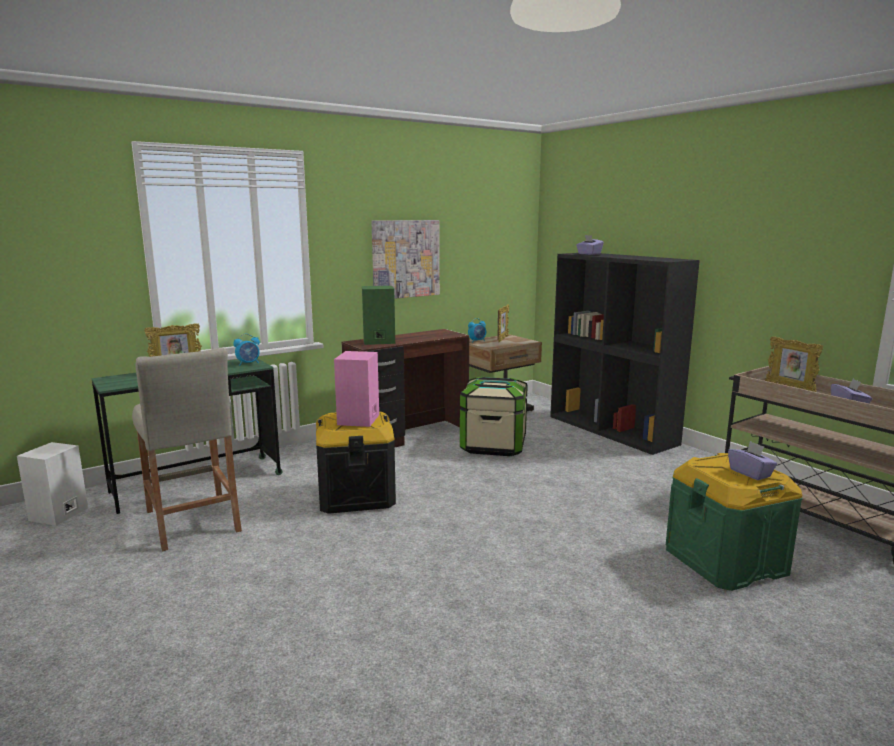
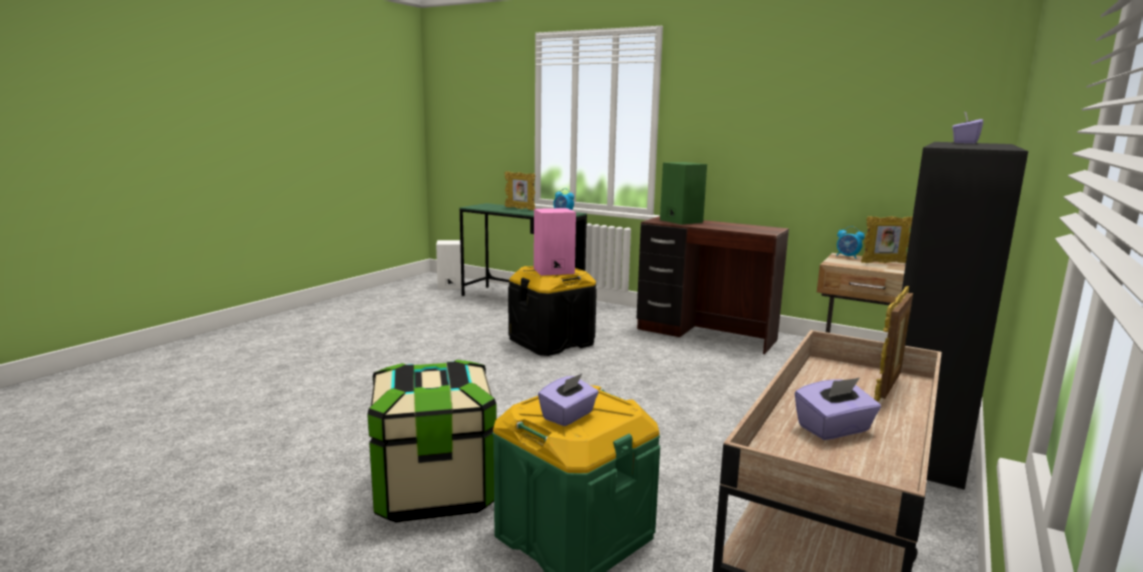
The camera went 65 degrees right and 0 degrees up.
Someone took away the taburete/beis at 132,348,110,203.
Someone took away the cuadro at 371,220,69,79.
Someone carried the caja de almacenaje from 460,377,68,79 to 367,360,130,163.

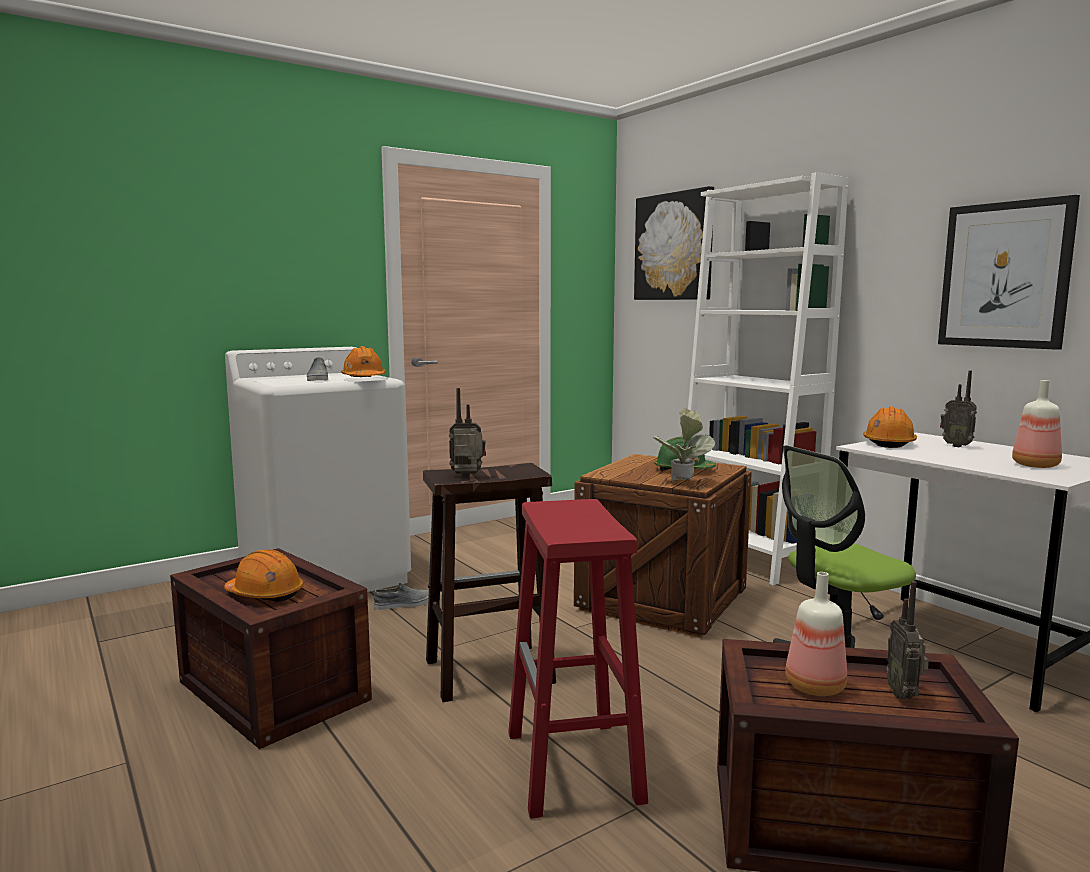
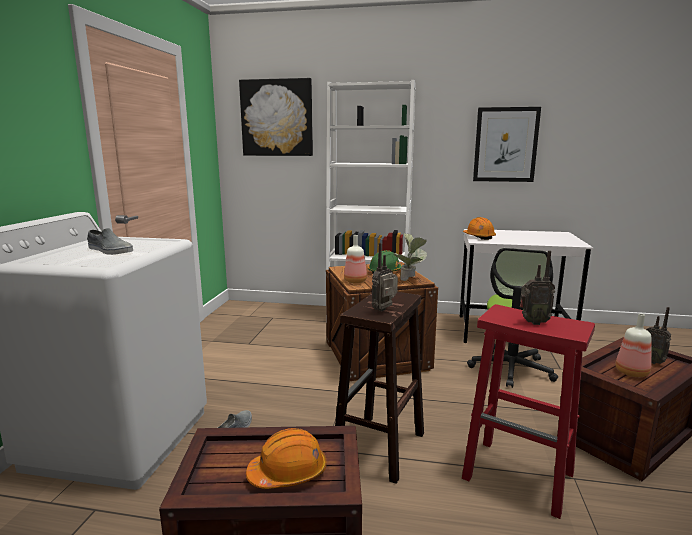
The camera went 45 degrees left and 5 degrees up.
Someone took away the casco/naranja at 341,346,45,31.
Someone carried the radio from 940,371,37,76 to 520,251,35,74.
Someone carried the botella from 1012,380,50,88 to 344,235,23,48.

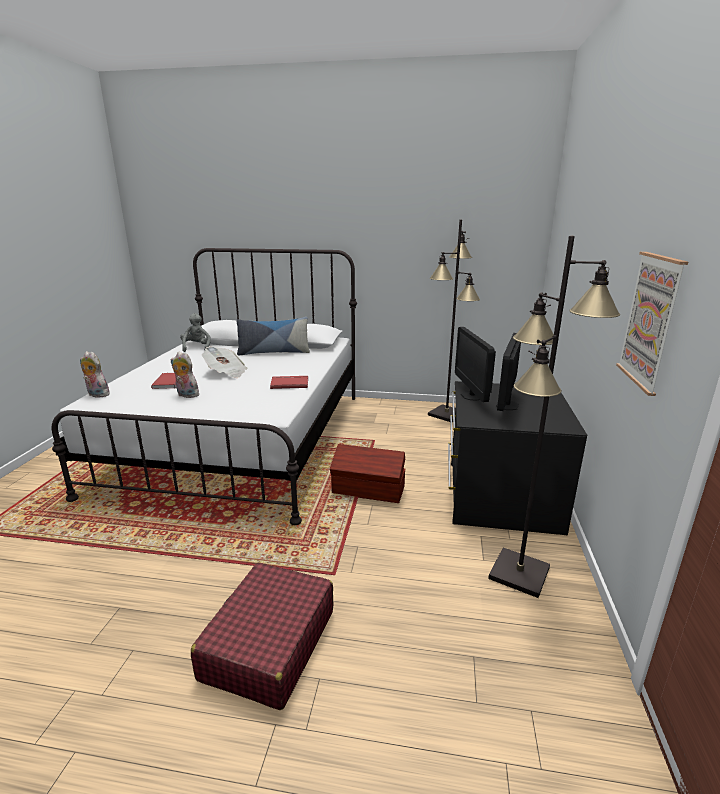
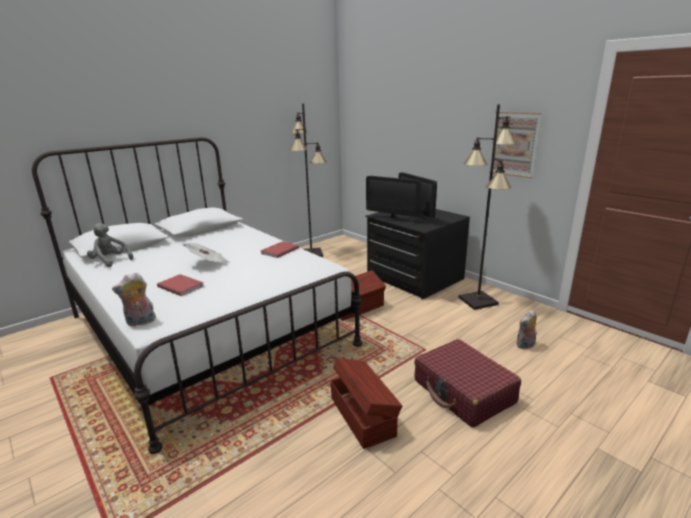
The camera went 50 degrees left and 0 degrees up.
Someone took away the cojín at 236,317,74,38.
Someone put down the caja de almacenaje/marrón at 331,358,71,91.
Someone carried the peluche from 171,352,28,46 to 516,310,21,39.

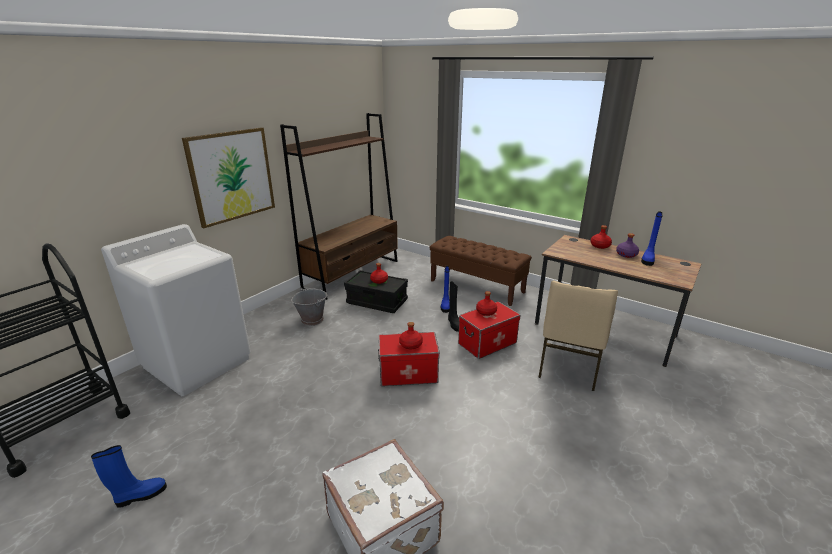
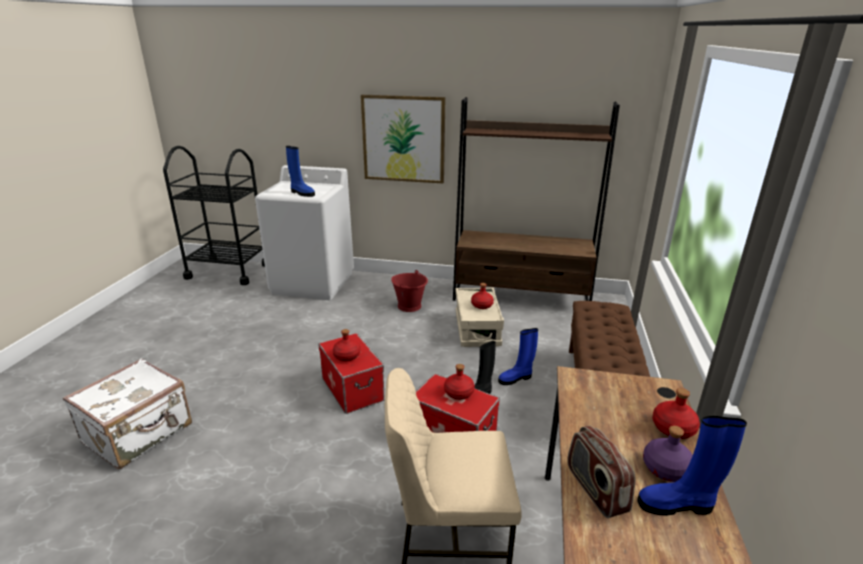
The camera went 65 degrees right and 0 degrees up.
Someone put down the radio at 567,426,68,92.
Someone carried the bota/azul from 91,445,76,63 to 286,146,29,51.
Someone repainted the cubo/gris at 291,288,36,38, which became the cubo/rojo at 391,270,37,42.
Someone repainted the caja de almacenaje/negro at 344,270,64,43, which became the caja de almacenaje/beis at 455,288,49,59.

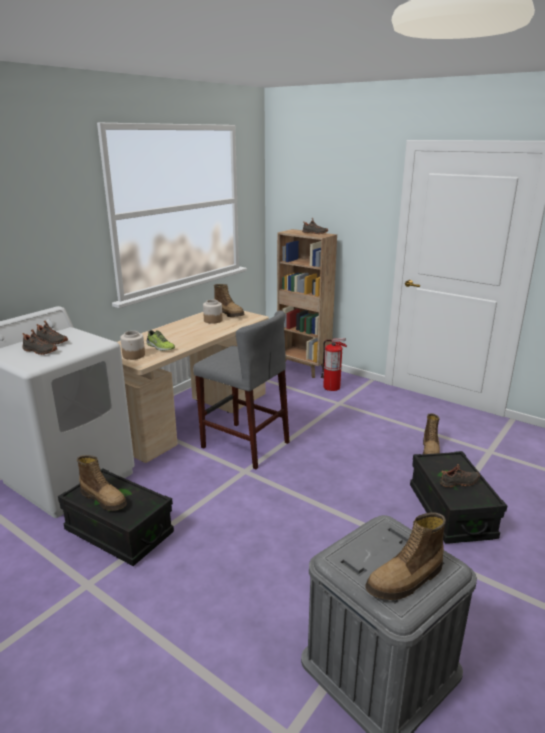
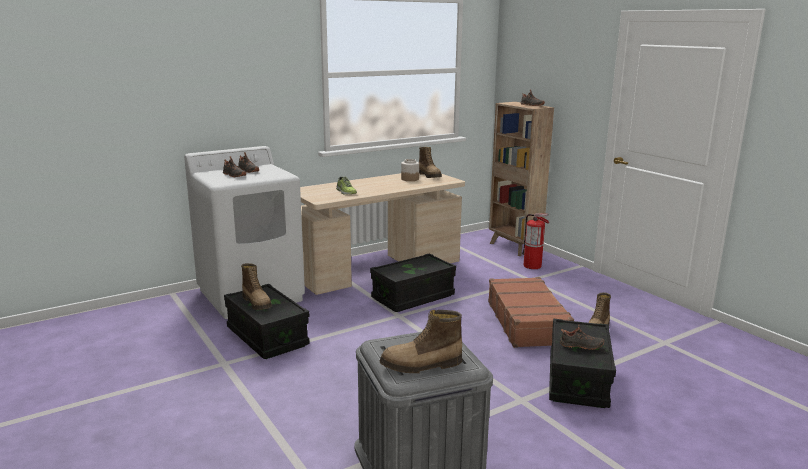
The camera went 20 degrees right and 5 degrees down.
Someone took away the tarro at 120,331,25,29.
Someone put down the maleta/marrón at 488,277,86,71.
Someone swapped the taburete/gris at 193,310,96,159 for the caja de almacenaje/negro at 370,253,86,59.

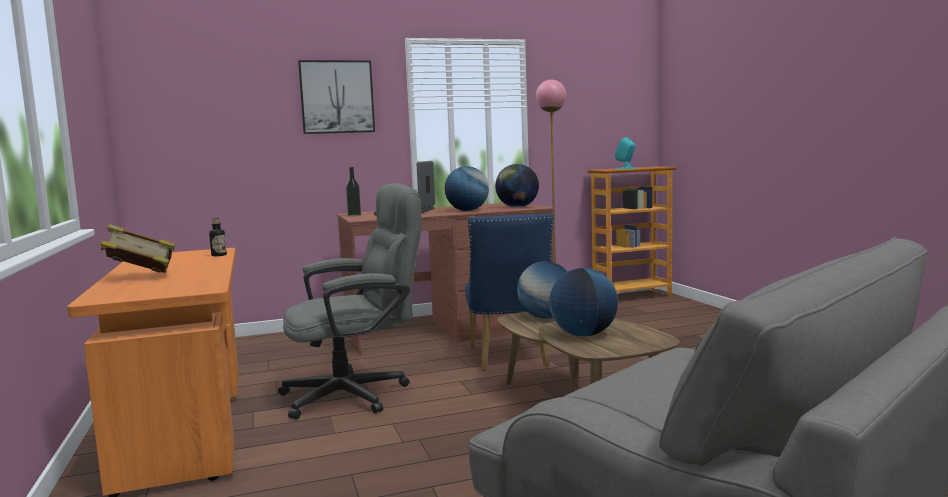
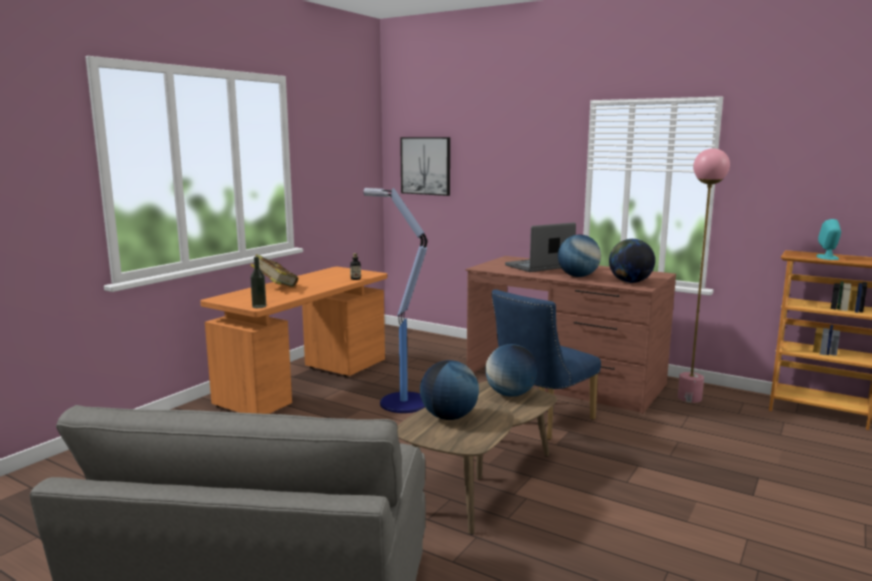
The camera went 50 degrees right and 5 degrees up.
Someone carried the cuadro from 298,60,77,74 to 400,137,50,59.
Someone carried the botella from 346,167,15,49 to 250,257,16,51.
Someone swapped the silla de oficina/gris at 278,183,143,237 for the lámpara de pie at 364,188,63,225.

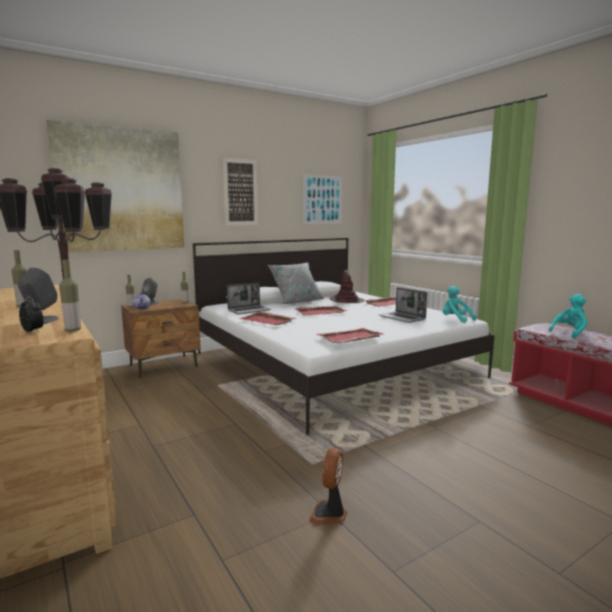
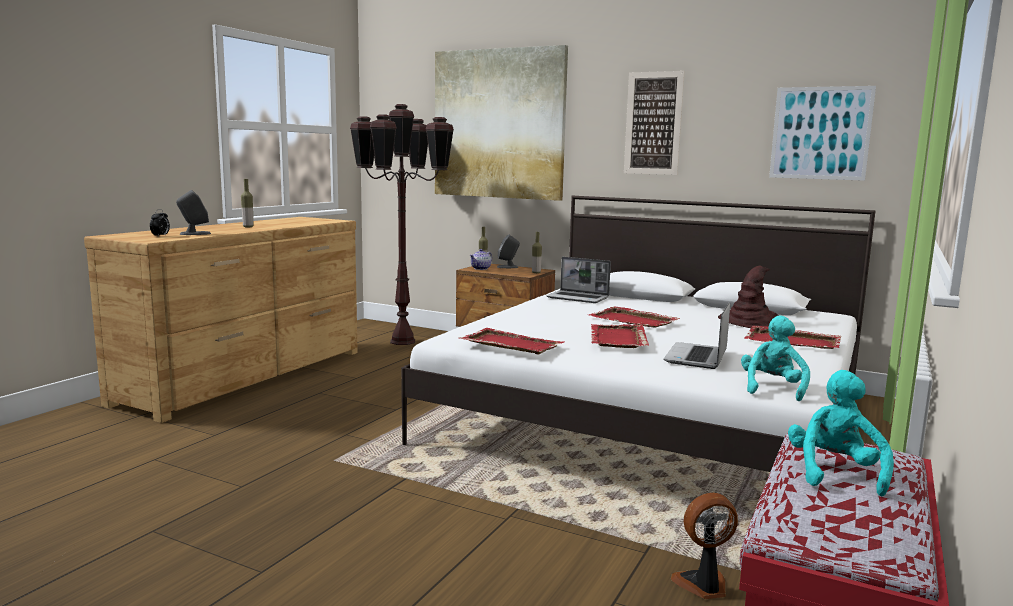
The camera went 60 degrees right and 0 degrees up.
Someone took away the botella at 59,260,22,72.
Someone took away the cojín/gris at 268,262,57,42.
Someone carried the bandeja/rojo from 238,312,58,13 to 591,324,58,24.
Someone carried the ventilador from 309,448,38,77 to 671,493,67,106.
Someone rotated the peluche/turquesa at 548,294,39,44 by 105 degrees counterclockwise.

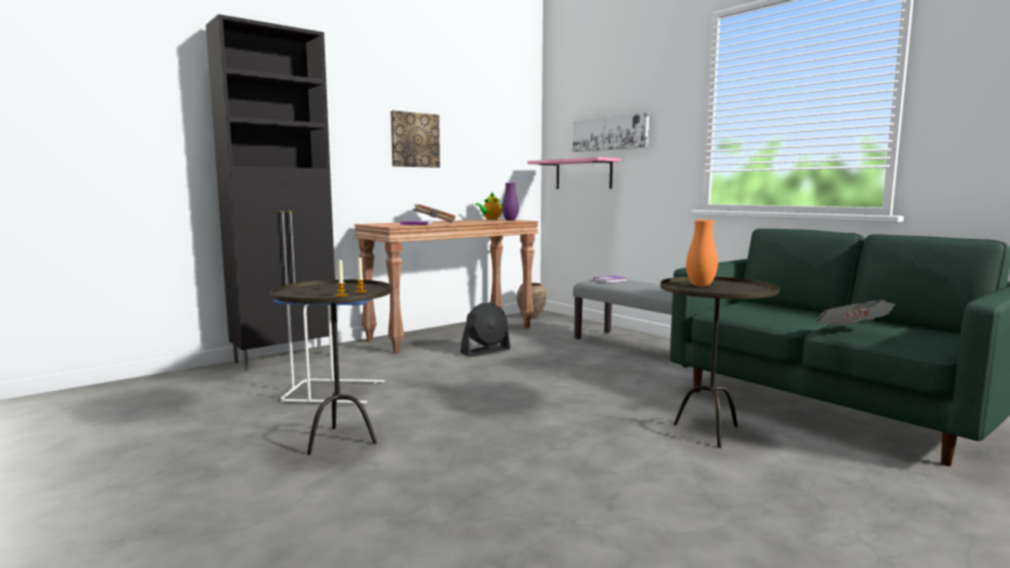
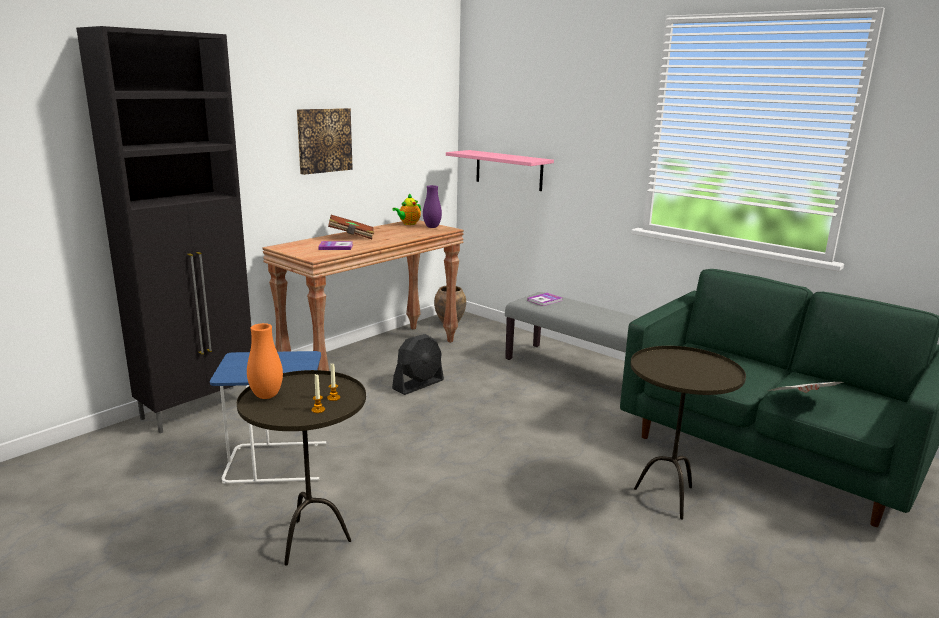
The camera went 10 degrees left and 10 degrees up.
Someone took away the cuadro at 573,112,76,40.
Someone carried the florero/naranja from 686,220,32,67 to 247,323,36,76.

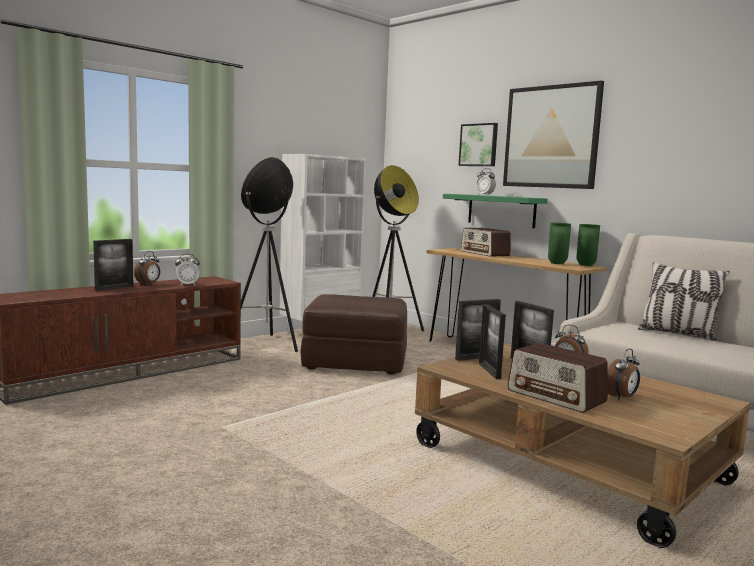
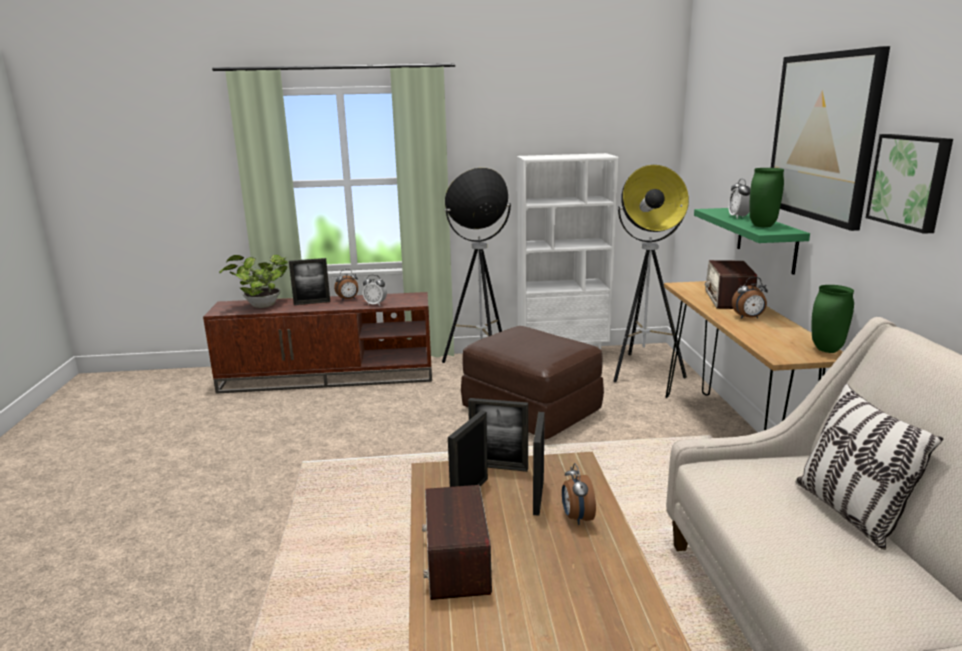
The camera went 40 degrees right and 10 degrees up.
Someone put down the planta en maceta at 219,255,69,53.
Someone carried the cuadro from 458,123,40,43 to 866,134,87,100.
Someone carried the florero/verde from 548,223,23,41 to 749,168,35,60.
Someone carried the despertador from 608,349,32,51 to 732,277,36,41.

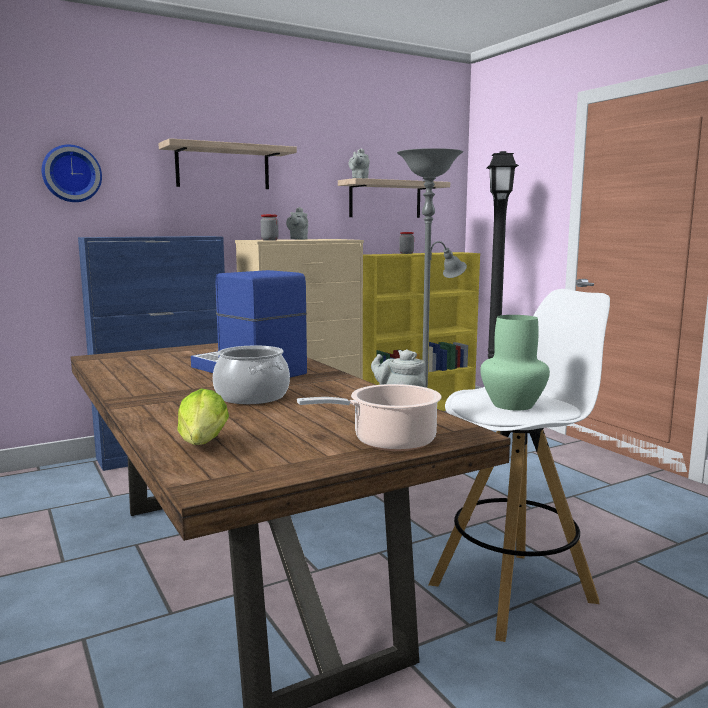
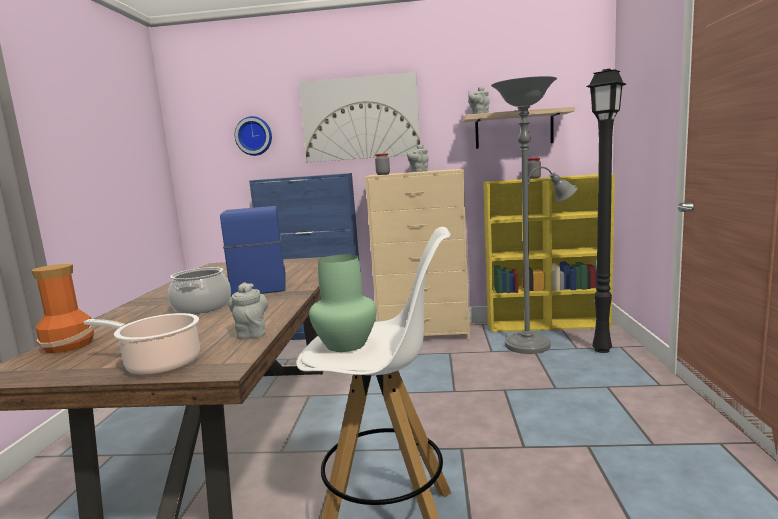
The camera went 35 degrees right and 0 degrees up.
Someone swapped the estante at 158,138,139,51 for the cuadro at 298,72,122,90.
Someone swapped the lechuga at 177,388,52,57 for the florero at 31,264,64,89.

